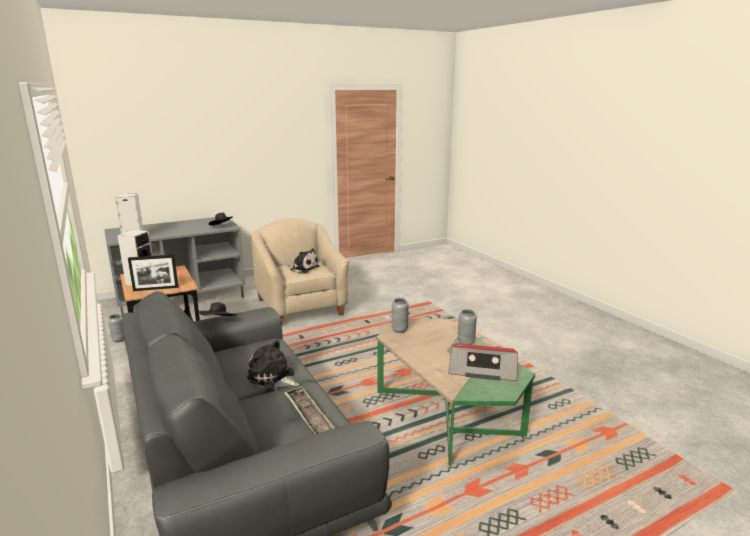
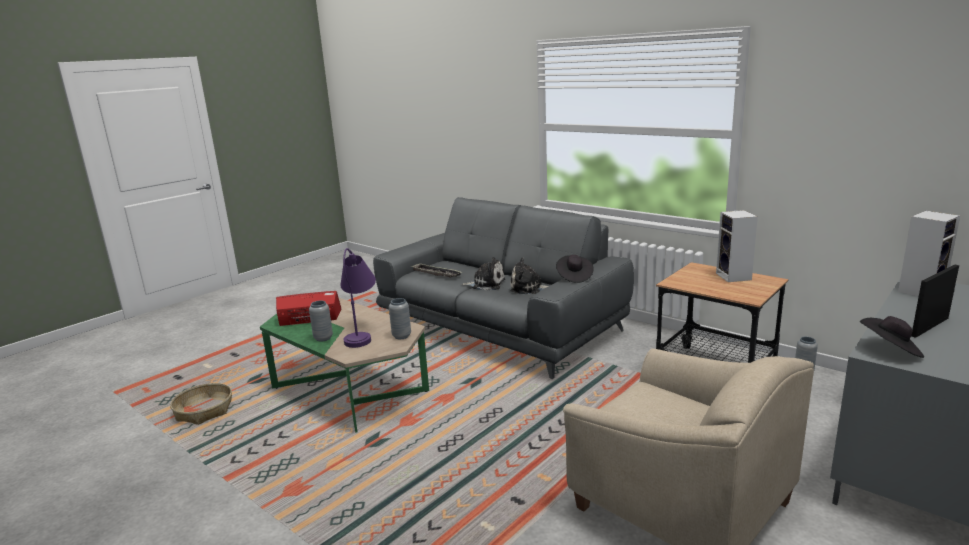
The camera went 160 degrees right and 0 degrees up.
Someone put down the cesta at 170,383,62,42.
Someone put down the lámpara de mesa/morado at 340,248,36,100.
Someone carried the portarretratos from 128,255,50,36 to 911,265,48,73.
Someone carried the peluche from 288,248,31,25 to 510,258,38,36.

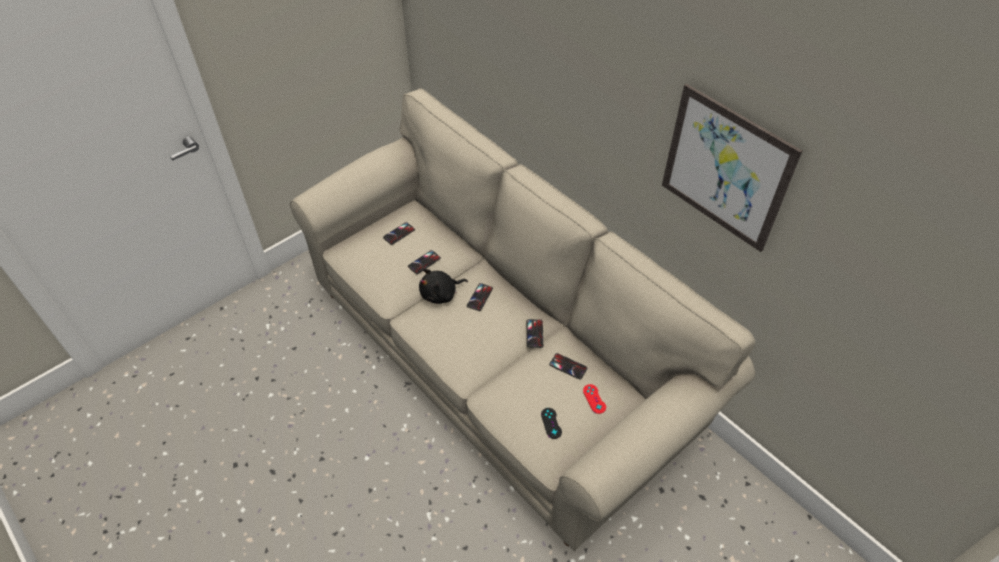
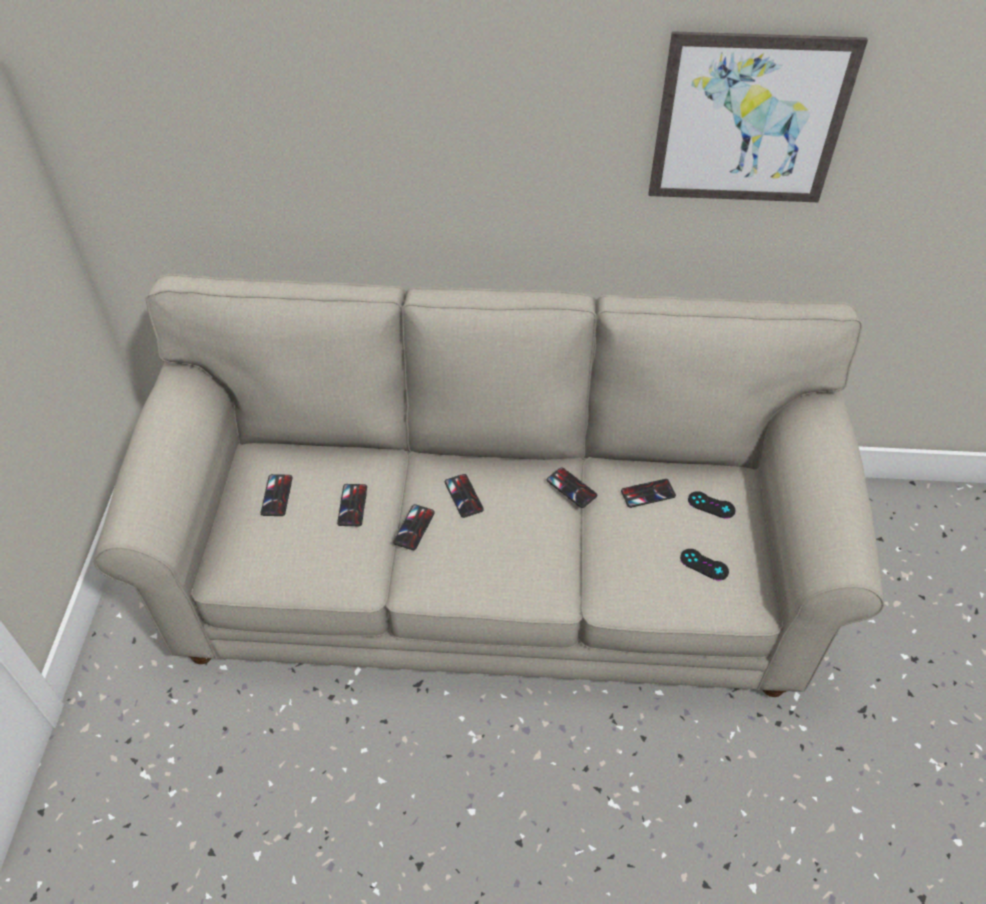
The camera went 45 degrees left and 0 degrees up.
Someone swapped the peluche/negro at 419,269,49,35 for the móvil at 393,504,42,46.
Someone repainted the mando de consola/rojo at 583,384,23,30, which became the mando de consola/negro at 688,491,48,27.

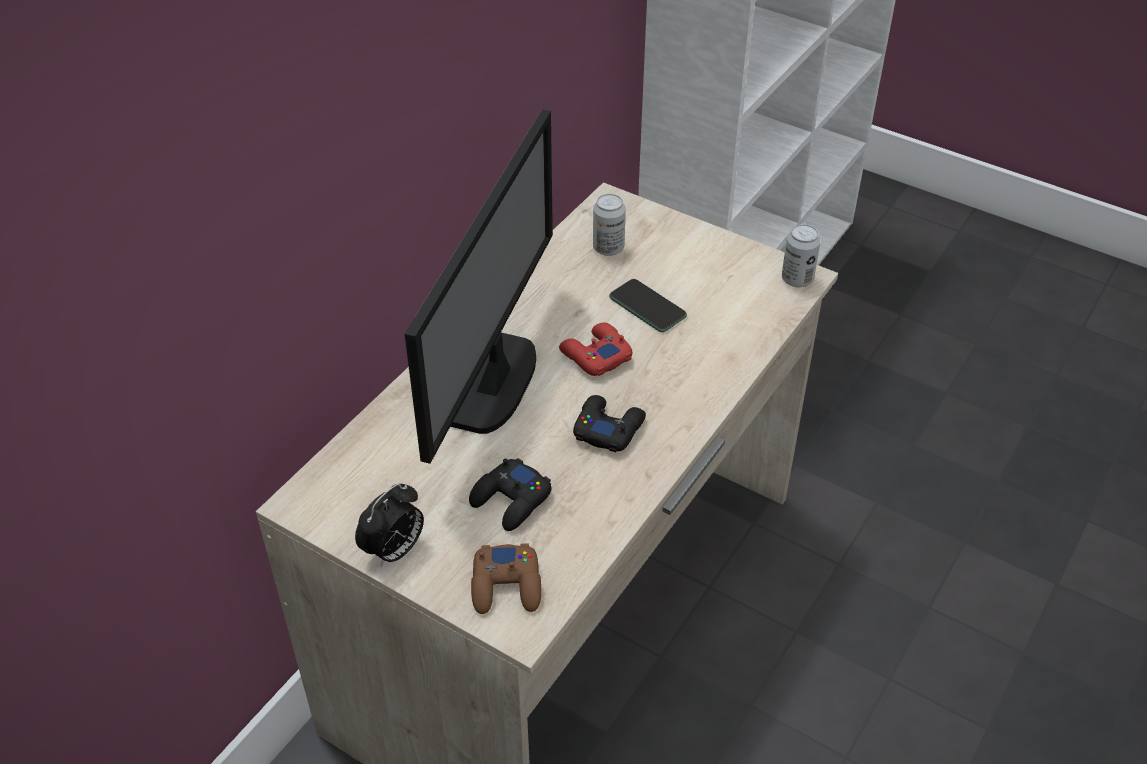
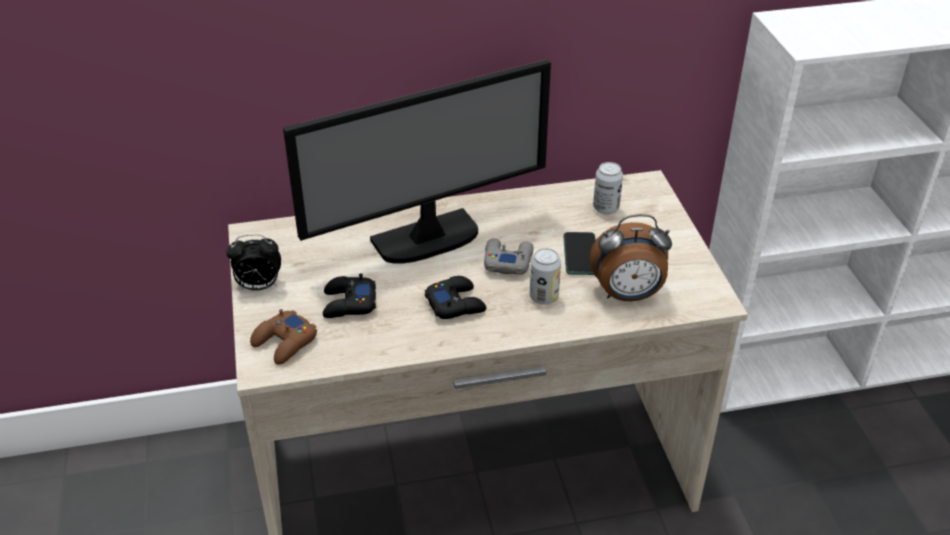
The camera went 45 degrees right and 5 degrees down.
Someone put down the despertador at 590,214,82,88.
Someone carried the lata from 782,224,39,63 to 530,248,31,57.
Someone repainted the mando de consola/rojo at 559,323,73,53, which became the mando de consola/gris at 484,238,50,37.

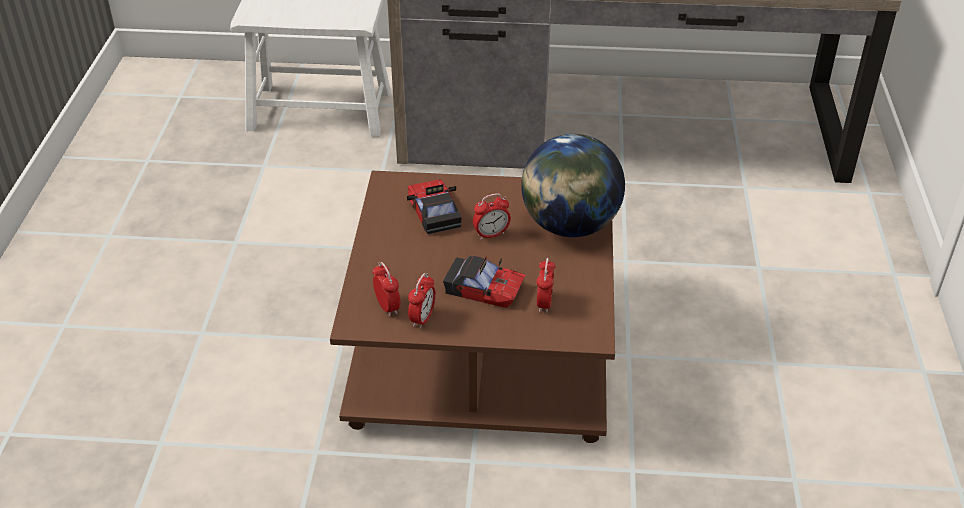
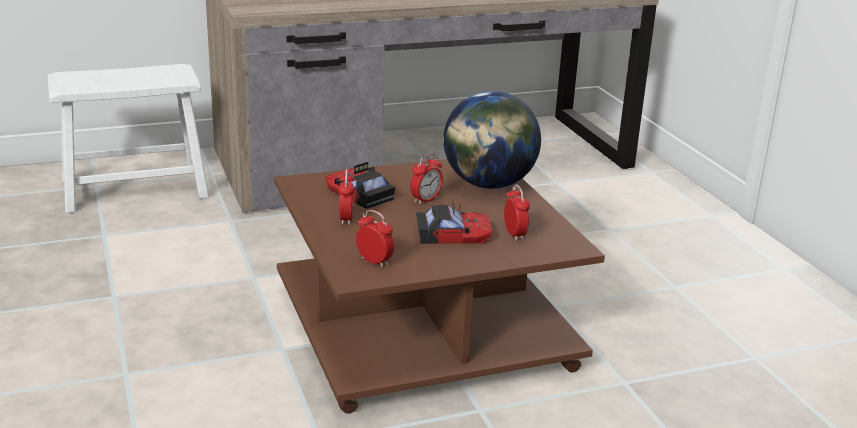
The camera went 25 degrees left and 15 degrees down.
Someone carried the despertador from 408,273,28,56 to 338,169,17,56.

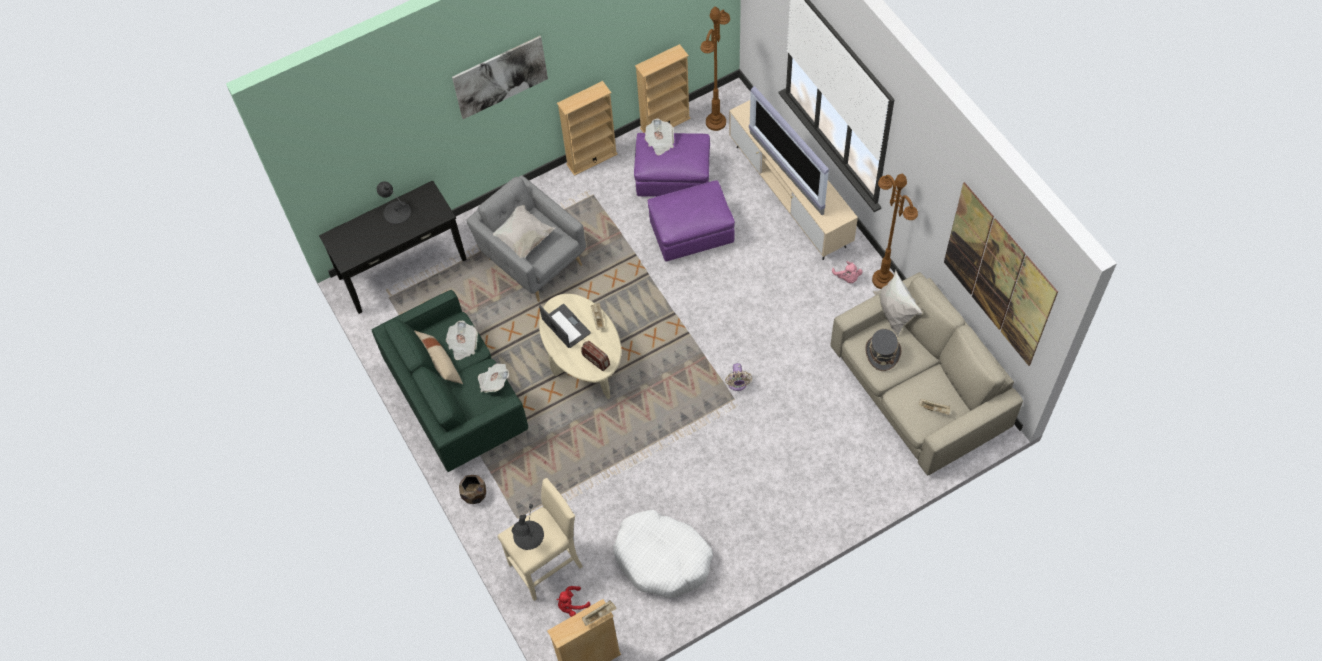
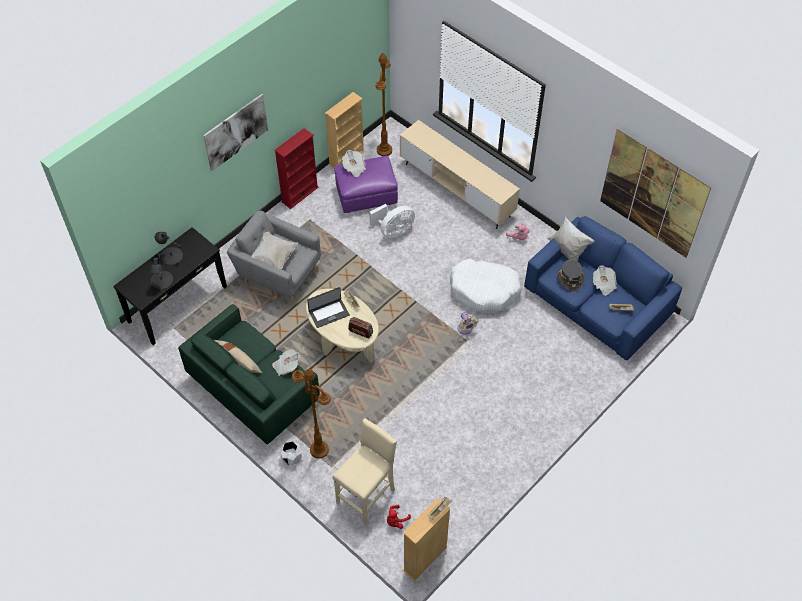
The camera went 20 degrees left and 5 degrees down.
Someone took away the televisor at 749,86,80,129.
Someone carried the periódico from 446,321,32,39 to 593,265,24,31.
Someone carried the lámpara de mesa/negro from 512,504,32,46 to 150,254,23,35.
Someone carried the cama para perro/blanco from 613,510,100,88 to 450,258,72,54.
Someone carried the lámpara de pie/marrón from 872,174,46,115 to 292,369,39,90.
Someone swapped the puf/morado at 648,180,87,81 for the ventilador/blanco at 369,204,46,34.
Someone repainted the maceta/marrón at 459,475,27,29, which became the maceta/blanco at 280,441,22,24.
Someone repainted the estantería/beis at 557,81,61,95, which became the estantería/rojo at 274,128,44,81.
Someone repainted the sofá/beis at 831,272,192,204, which became the sofá/azul at 524,216,158,145.
Someone rotated the portátil at 539,304,52,44 by 120 degrees clockwise.

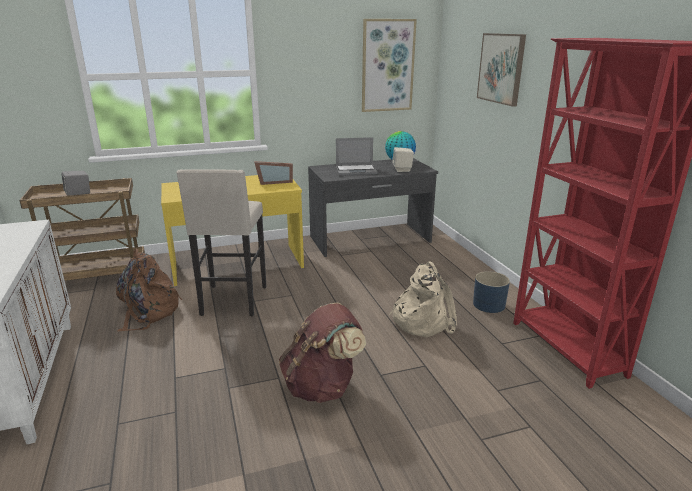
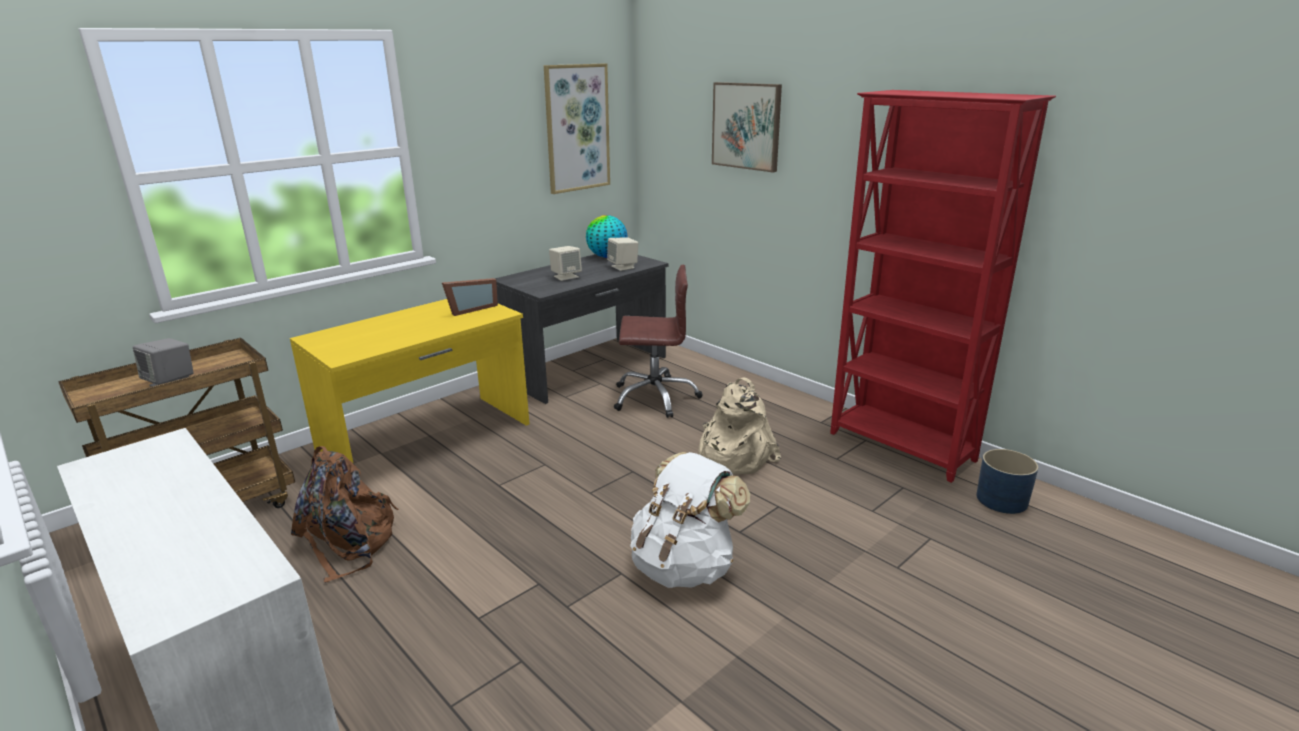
The camera went 25 degrees left and 0 degrees up.
Someone took away the taburete/beis at 176,169,90,147.
Someone put down the silla de oficina/marrón at 614,265,89,153.
Someone carried the maceta/azul from 473,271,37,42 to 977,449,61,65.
Someone swapped the portátil at 336,137,41,39 for the altavoz/beis at 549,246,33,35.
Someone repainted the mochila/marrón at 279,303,87,100, which became the mochila/blanco at 630,452,120,136.

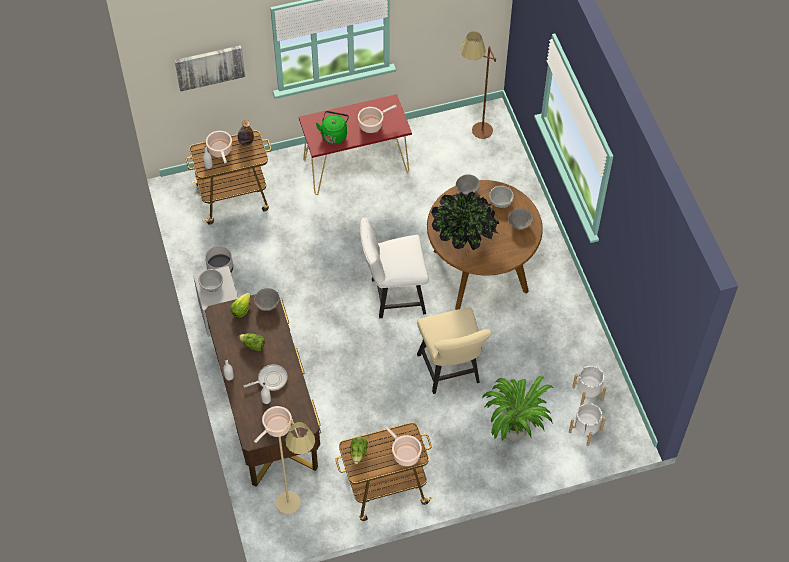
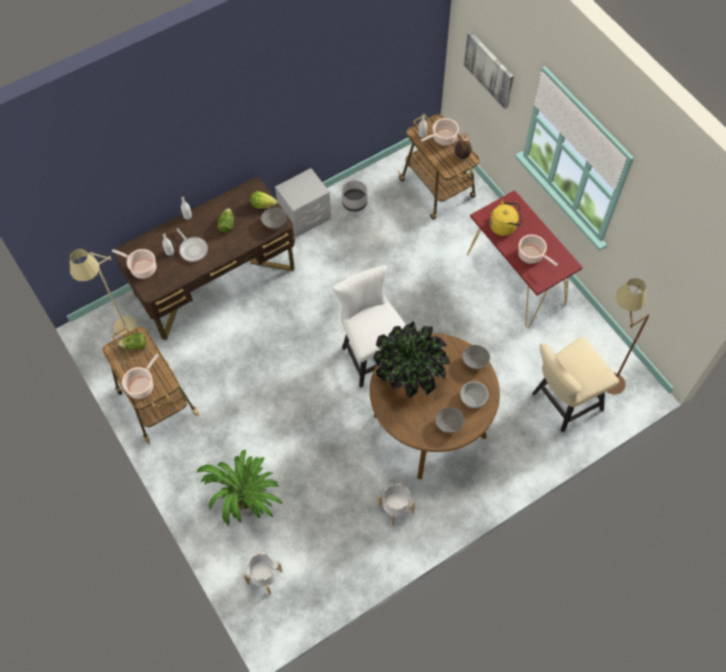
The camera went 75 degrees right and 5 degrees up.
Someone took away the cuenco at 198,269,25,23.
Someone carried the silla/beis from 417,307,74,87 to 532,337,87,95.
Someone carried the maceta/blanco from 572,366,35,40 to 378,482,37,44.
Someone repainted the hervidor/verde at 316,111,33,33, which became the hervidor/amarillo at 490,200,32,36.

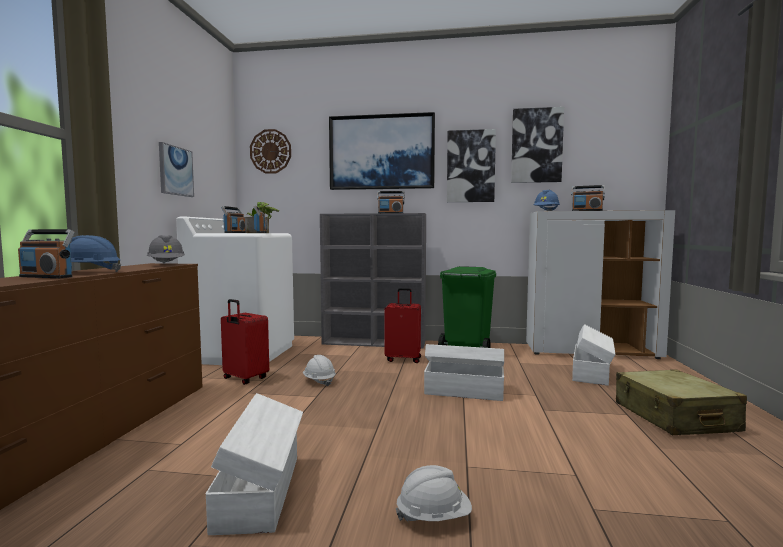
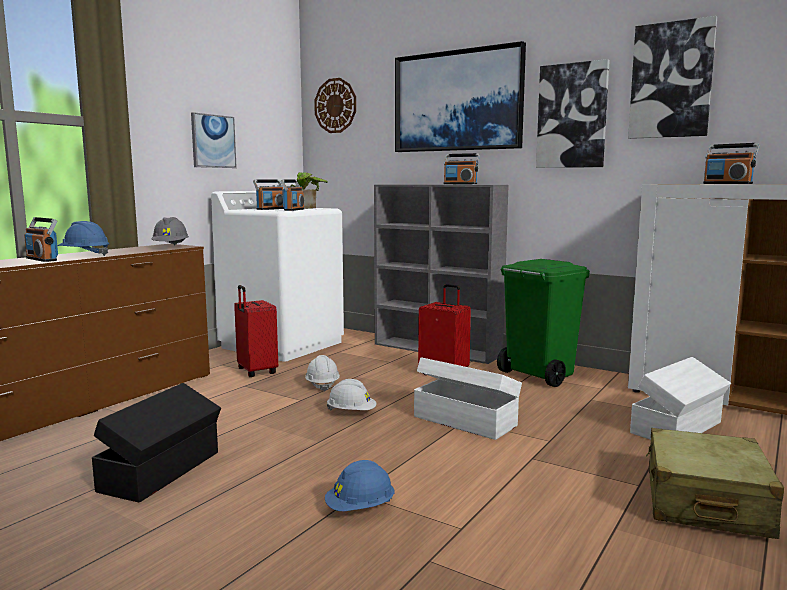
The camera went 25 degrees right and 5 degrees up.
Someone carried the casco/blanco from 396,465,76,57 to 327,379,50,32.
Someone carried the casco/azul from 533,190,27,21 to 325,460,70,51.
Someone repainted the caja de almacenaje/blanco at 206,393,97,142, which became the caja de almacenaje/negro at 92,383,129,120.

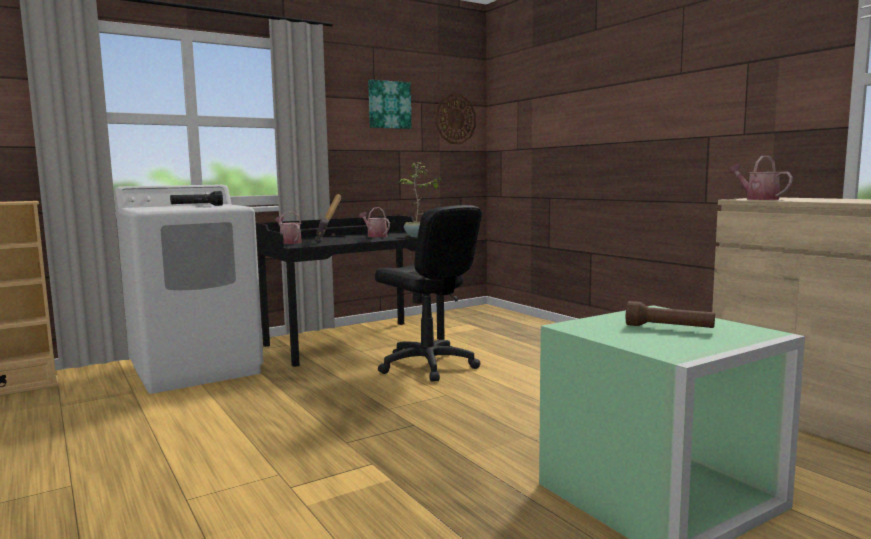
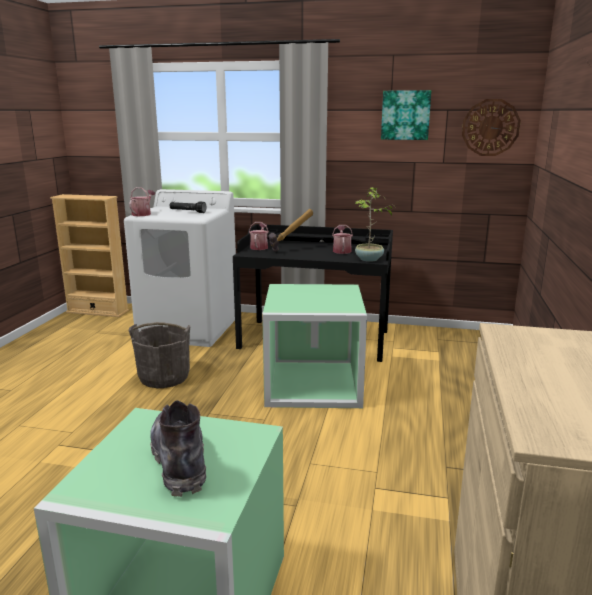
The camera went 45 degrees right and 10 degrees up.
Someone put down the cubo/gris at 129,322,61,66.
Someone carried the regadera from 728,156,65,44 to 129,187,26,29.
Someone swapped the silla de oficina/negro at 375,205,107,177 for the caja de almacenaje/verde at 262,284,105,124.
Someone swapped the linterna/marrón at 626,301,89,27 for the bota/gris at 150,400,56,97.

